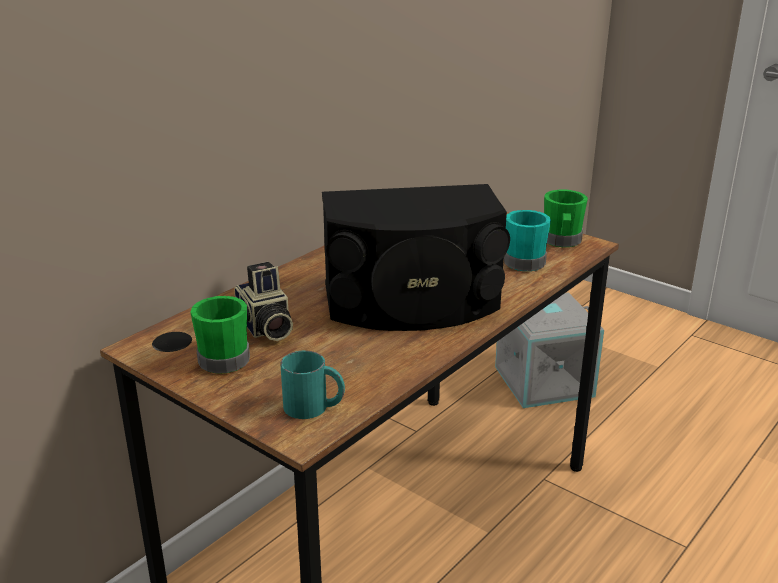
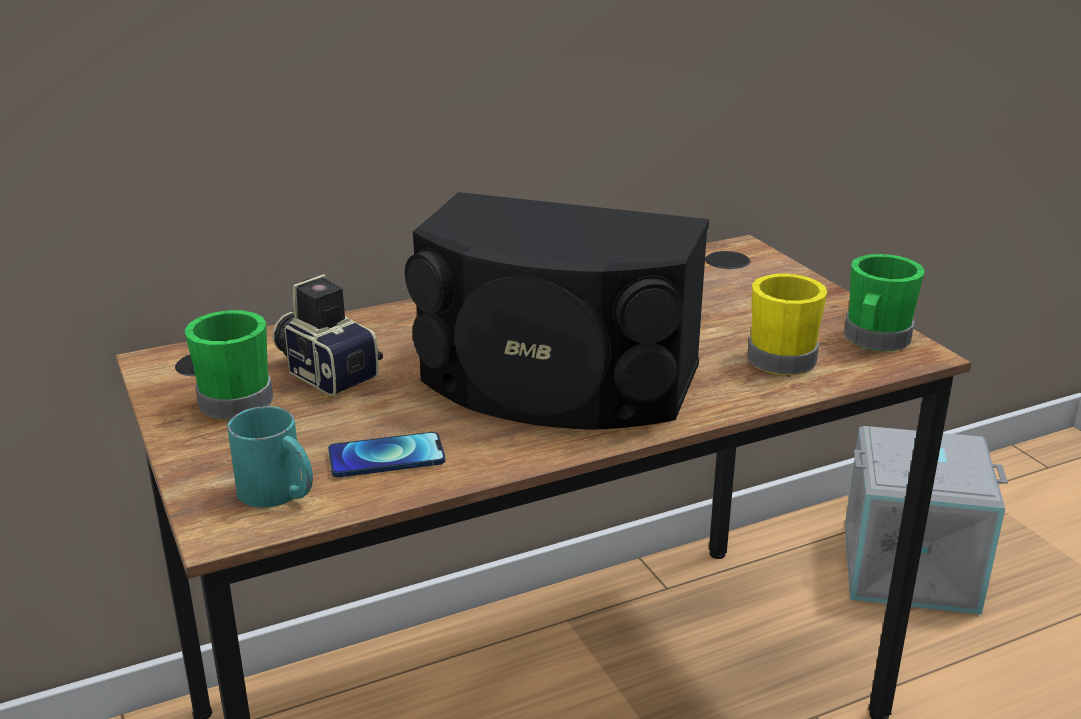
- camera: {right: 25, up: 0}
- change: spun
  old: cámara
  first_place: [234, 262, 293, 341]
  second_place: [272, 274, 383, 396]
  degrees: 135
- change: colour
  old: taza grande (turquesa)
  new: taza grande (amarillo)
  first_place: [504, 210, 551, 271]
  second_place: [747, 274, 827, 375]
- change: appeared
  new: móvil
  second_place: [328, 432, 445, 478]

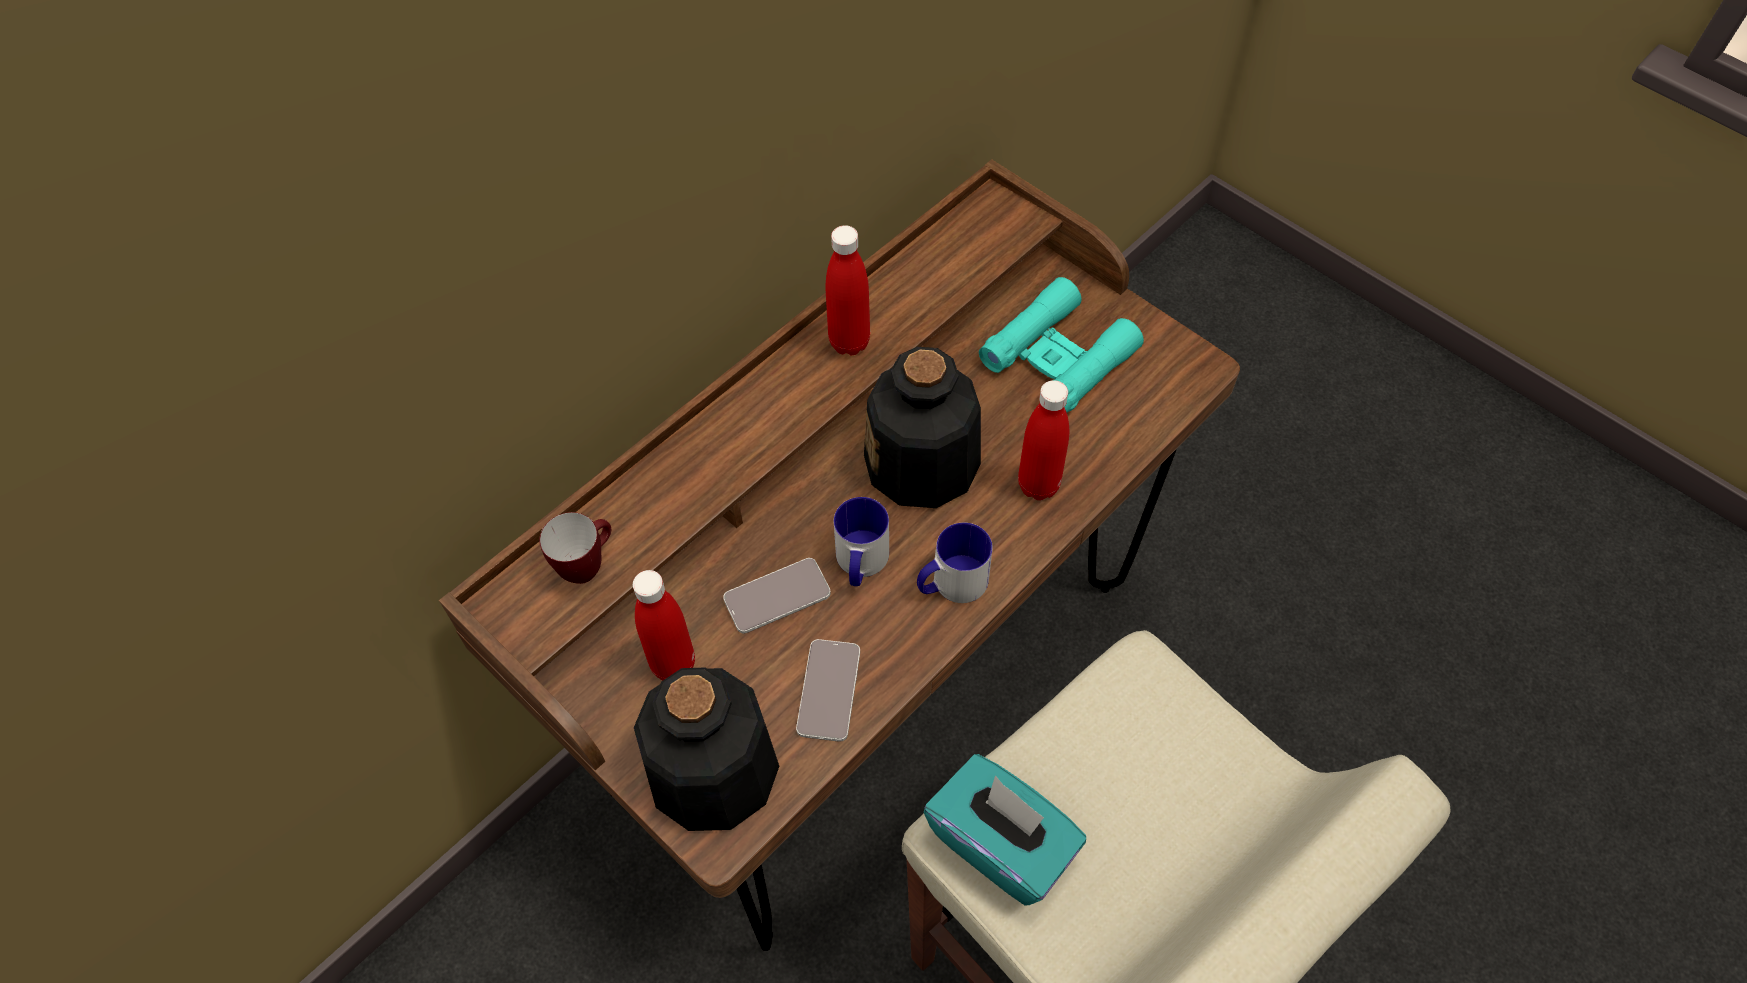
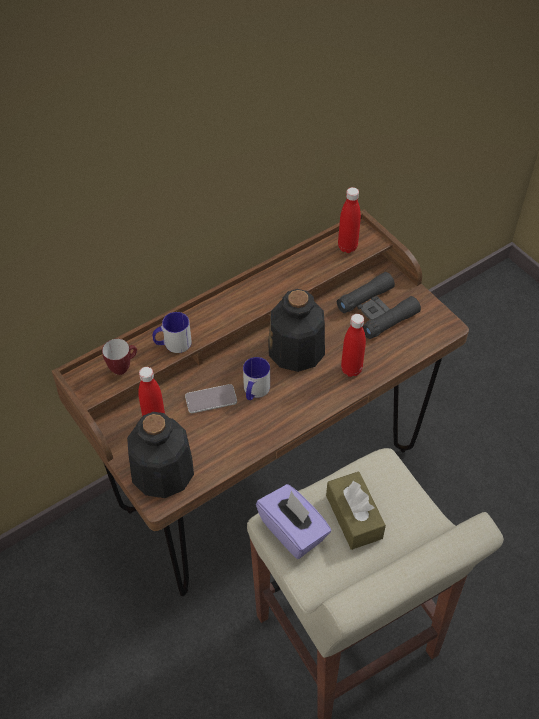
- camera: {right: 10, up: -5}
- change: missing
  old: móvil
  first_place: [796, 639, 860, 742]
- change: relocated
  old: botella (rojo)
  first_place: [825, 225, 870, 355]
  second_place: [338, 187, 361, 253]
- change: relocated
  old: taza grande
  first_place: [917, 522, 993, 603]
  second_place: [153, 312, 192, 353]
- change: colour
  old: caja de pañuelos (turquesa)
  new: caja de pañuelos (morado)
  first_place: [924, 754, 1086, 906]
  second_place: [256, 484, 331, 559]
- change: colour
  old: prismáticos (turquesa)
  new: prismáticos (negro)
  first_place: [979, 277, 1144, 413]
  second_place: [337, 272, 421, 339]
- change: appeared
  new: caja de pañuelos (marrón)
  second_place: [326, 472, 386, 550]

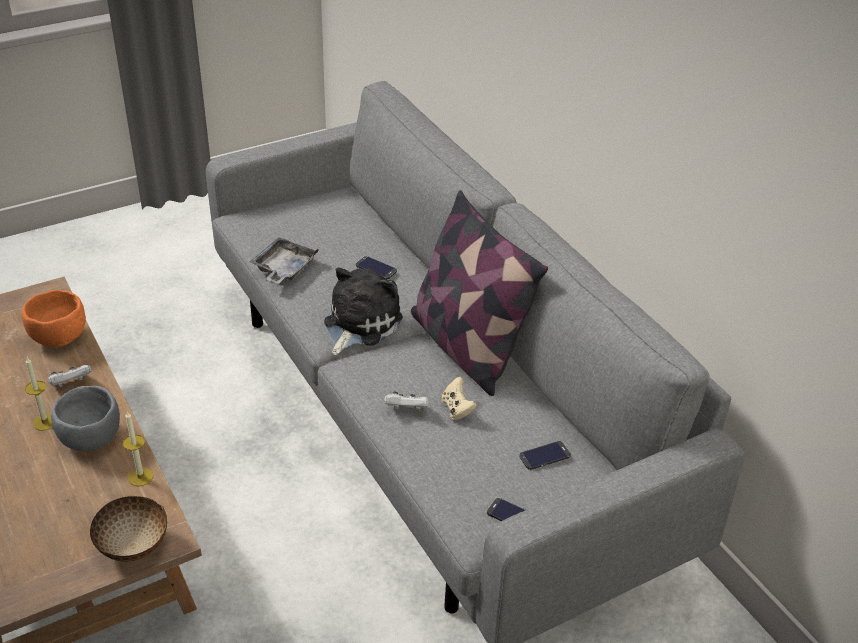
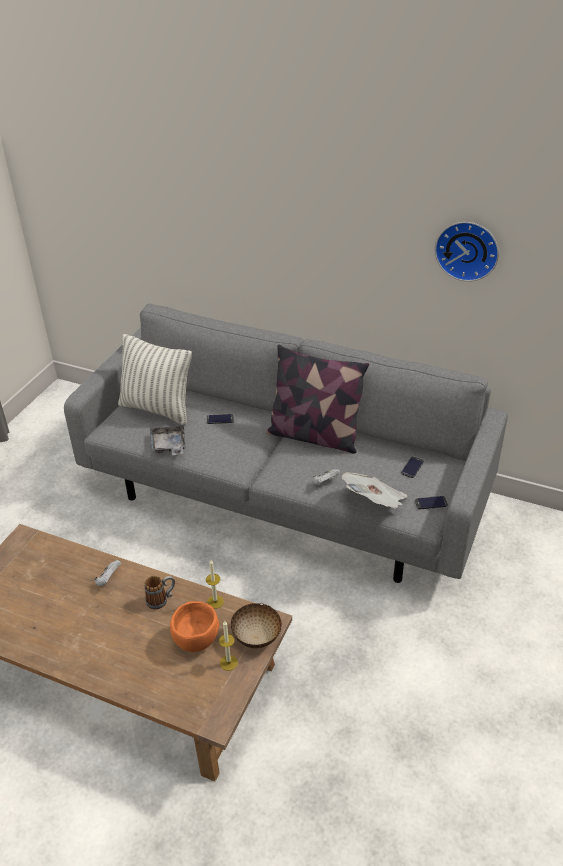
- camera: {right: -35, up: 0}
- change: relocated
  old: cuenco (naranja)
  first_place: [22, 290, 86, 347]
  second_place: [170, 601, 219, 652]
- change: relocated
  old: vela
  first_place: [25, 357, 52, 431]
  second_place: [219, 621, 238, 671]
- change: exchanged
  old: cuenco (gris)
  new: taza grande
  first_place: [51, 386, 120, 451]
  second_place: [144, 576, 175, 609]
- change: missing
  old: peluche
  first_place: [324, 267, 403, 355]
- change: missing
  old: mando de consola (beis)
  first_place: [442, 377, 477, 420]
- change: appeared
  new: cojín
  second_place: [118, 334, 192, 425]
- change: appeared
  new: periódico
  second_place: [342, 472, 407, 508]
- change: appeared
  new: reloj de pared
  second_place: [435, 222, 499, 282]

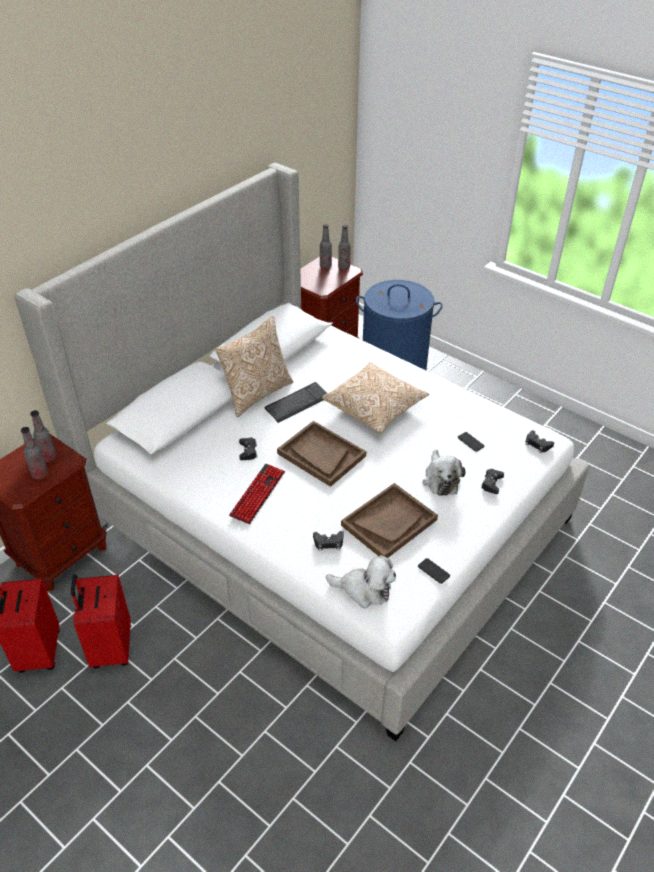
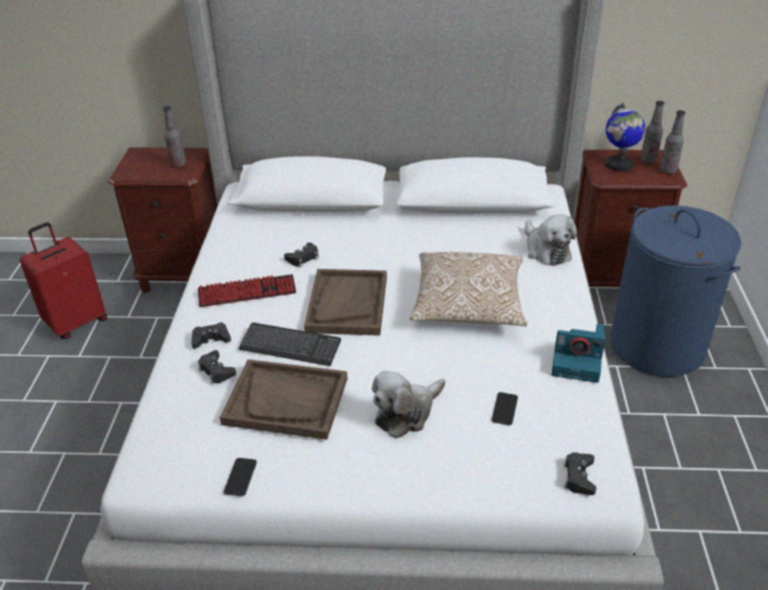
- camera: {right: 55, up: -5}
- change: missing
  old: botella
  first_place: [21, 427, 48, 480]
- change: missing
  old: maleta (rojo)
  first_place: [71, 575, 131, 669]
- change: missing
  old: cojín
  first_place: [215, 316, 293, 417]
- change: relocated
  old: teclado
  first_place: [265, 382, 327, 423]
  second_place: [239, 323, 341, 366]
- change: relocated
  old: peluche
  first_place: [326, 555, 396, 608]
  second_place: [525, 214, 577, 266]
- change: relocated
  old: mando de consola (negro)
  first_place: [481, 469, 504, 494]
  second_place: [191, 322, 231, 348]
- change: appeared
  new: cámara
  second_place: [552, 323, 605, 383]
- change: appeared
  new: globo terráqueo
  second_place: [606, 103, 645, 172]

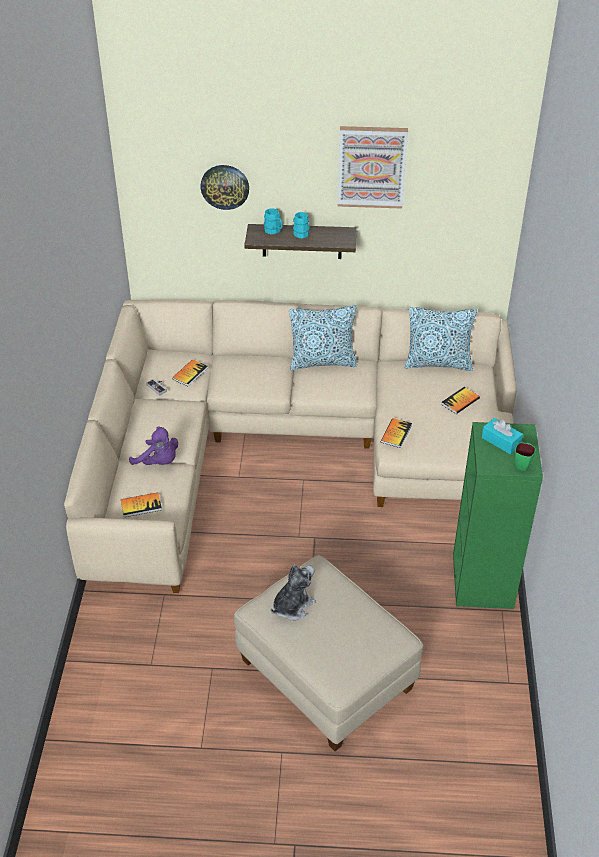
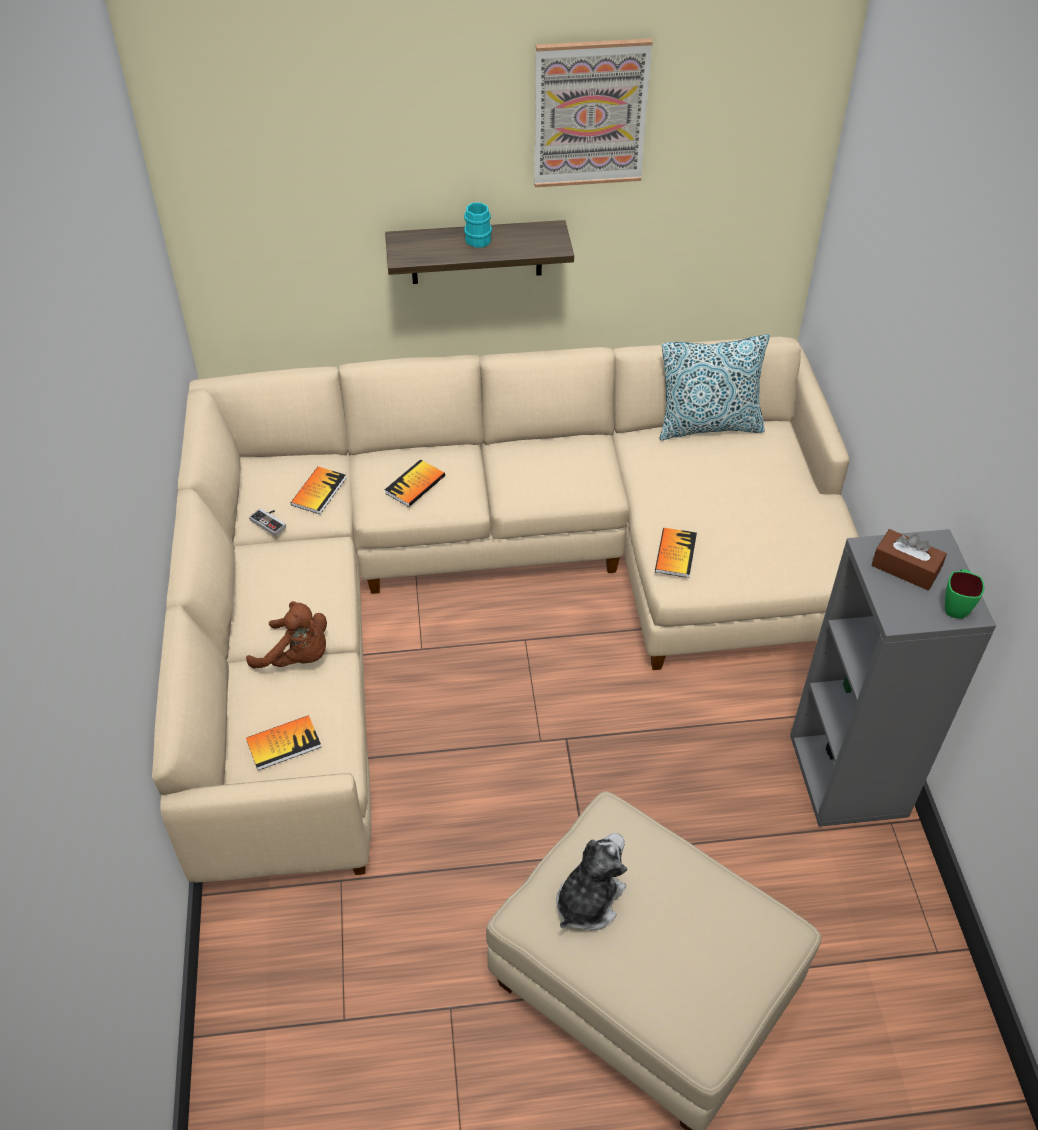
- camera: {right: -10, up: 5}
- change: colour
  old: peluche (morado)
  new: peluche (marrón)
  first_place: [129, 426, 178, 465]
  second_place: [246, 601, 327, 668]
- change: missing
  old: reloj de pared
  first_place: [200, 165, 249, 210]
- change: missing
  old: taza grande (turquesa)
  first_place: [264, 208, 283, 234]
- change: missing
  old: cojín
  first_place: [289, 305, 357, 370]
- change: relocated
  old: libro
  first_place: [441, 387, 480, 414]
  second_place: [385, 459, 445, 507]
- change: colour
  old: estantería (verde)
  new: estantería (gris)
  first_place: [453, 422, 543, 609]
  second_place: [790, 529, 996, 827]
- change: colour
  old: caja de pañuelos (turquesa)
  new: caja de pañuelos (marrón)
  first_place: [482, 418, 523, 454]
  second_place: [872, 529, 947, 590]

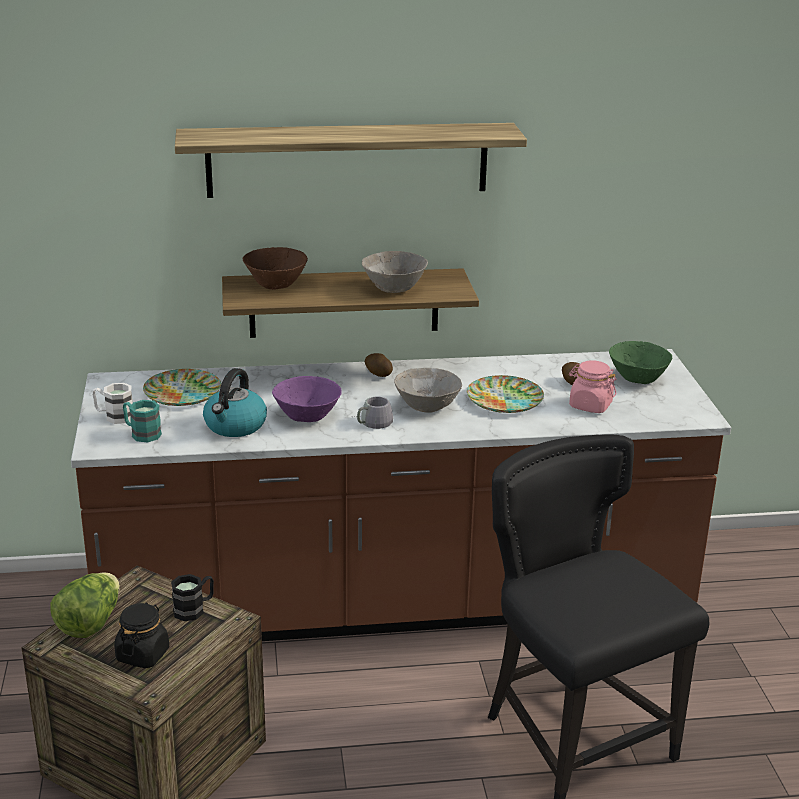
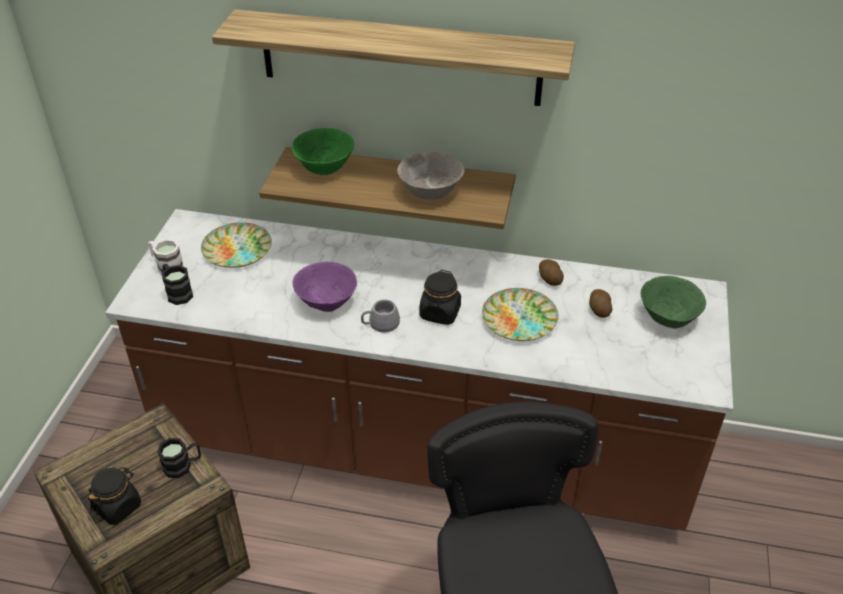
- camera: {right: 20, up: 15}
- change: missing
  old: lechuga
  first_place: [51, 572, 120, 638]
- change: colour
  old: taza grande (turquesa)
  new: taza grande (negro)
  first_place: [123, 400, 162, 442]
  second_place: [162, 264, 193, 305]
- change: missing
  old: hervidor
  first_place: [203, 368, 267, 437]
- change: colour
  old: cuenco (marrón)
  new: cuenco (verde)
  first_place: [243, 247, 308, 290]
  second_place: [292, 128, 354, 175]
- change: relocated
  old: patata
  first_place: [365, 353, 393, 377]
  second_place: [539, 260, 564, 286]
- change: exchanged
  old: cuenco (gris)
  new: tarro (negro)
  first_place: [394, 368, 462, 413]
  second_place: [419, 270, 461, 325]
- change: missing
  old: tarro (rosa)
  first_place: [569, 360, 616, 413]

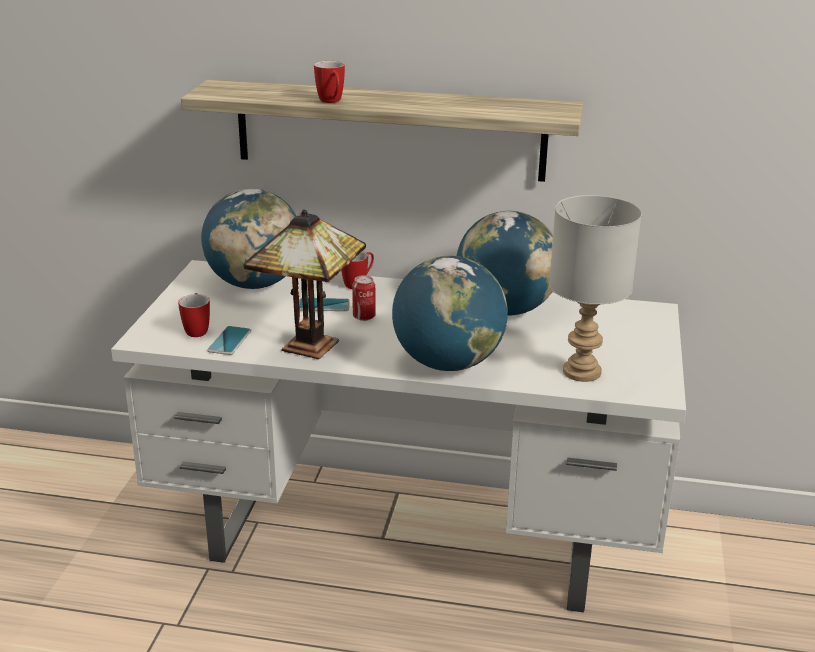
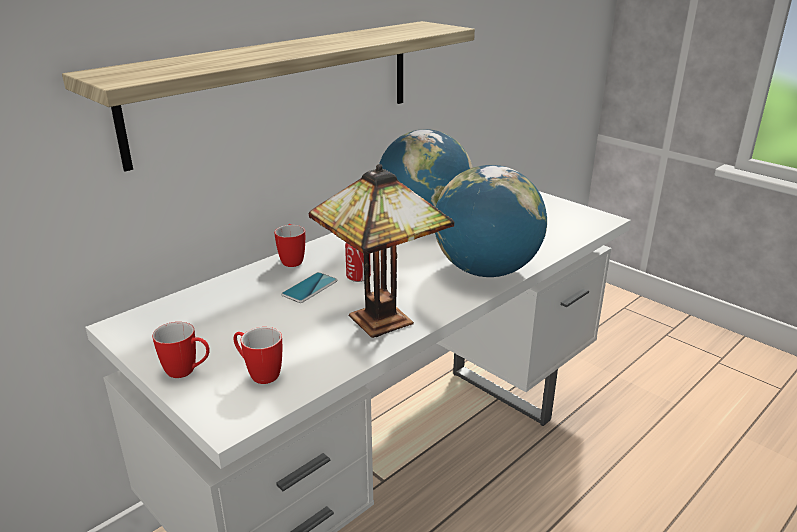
- camera: {right: -55, up: 0}
- change: missing
  old: globo terráqueo
  first_place: [201, 188, 296, 289]
- change: missing
  old: móvil
  first_place: [207, 326, 251, 355]
- change: relocated
  old: taza grande
  first_place: [314, 61, 345, 103]
  second_place: [152, 322, 210, 378]
- change: missing
  old: lámpara de mesa (gris)
  first_place: [549, 195, 642, 382]

